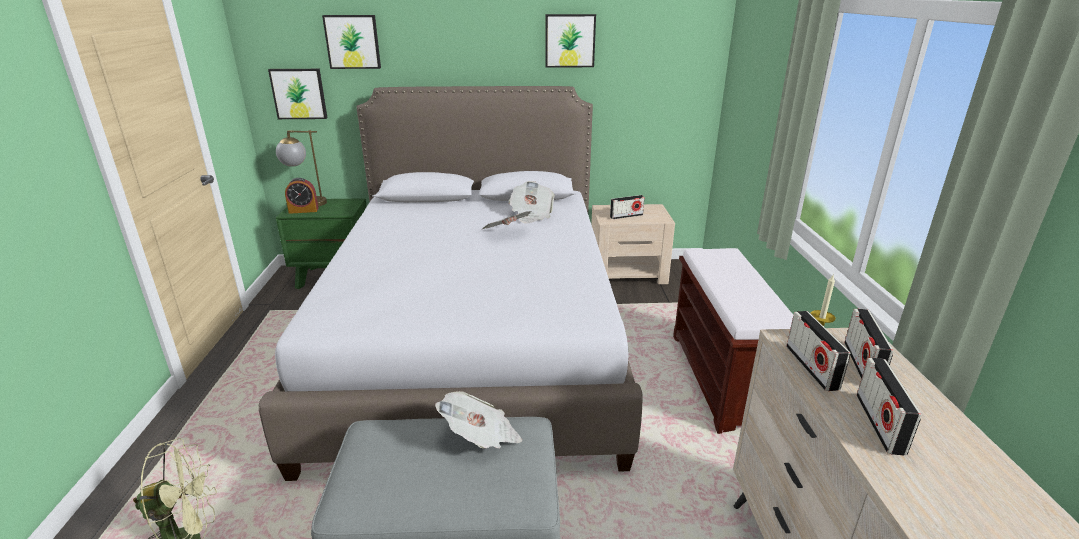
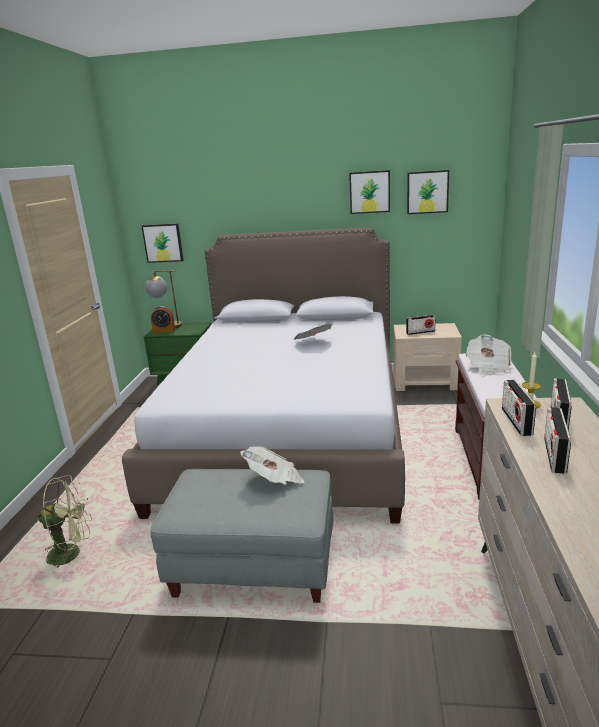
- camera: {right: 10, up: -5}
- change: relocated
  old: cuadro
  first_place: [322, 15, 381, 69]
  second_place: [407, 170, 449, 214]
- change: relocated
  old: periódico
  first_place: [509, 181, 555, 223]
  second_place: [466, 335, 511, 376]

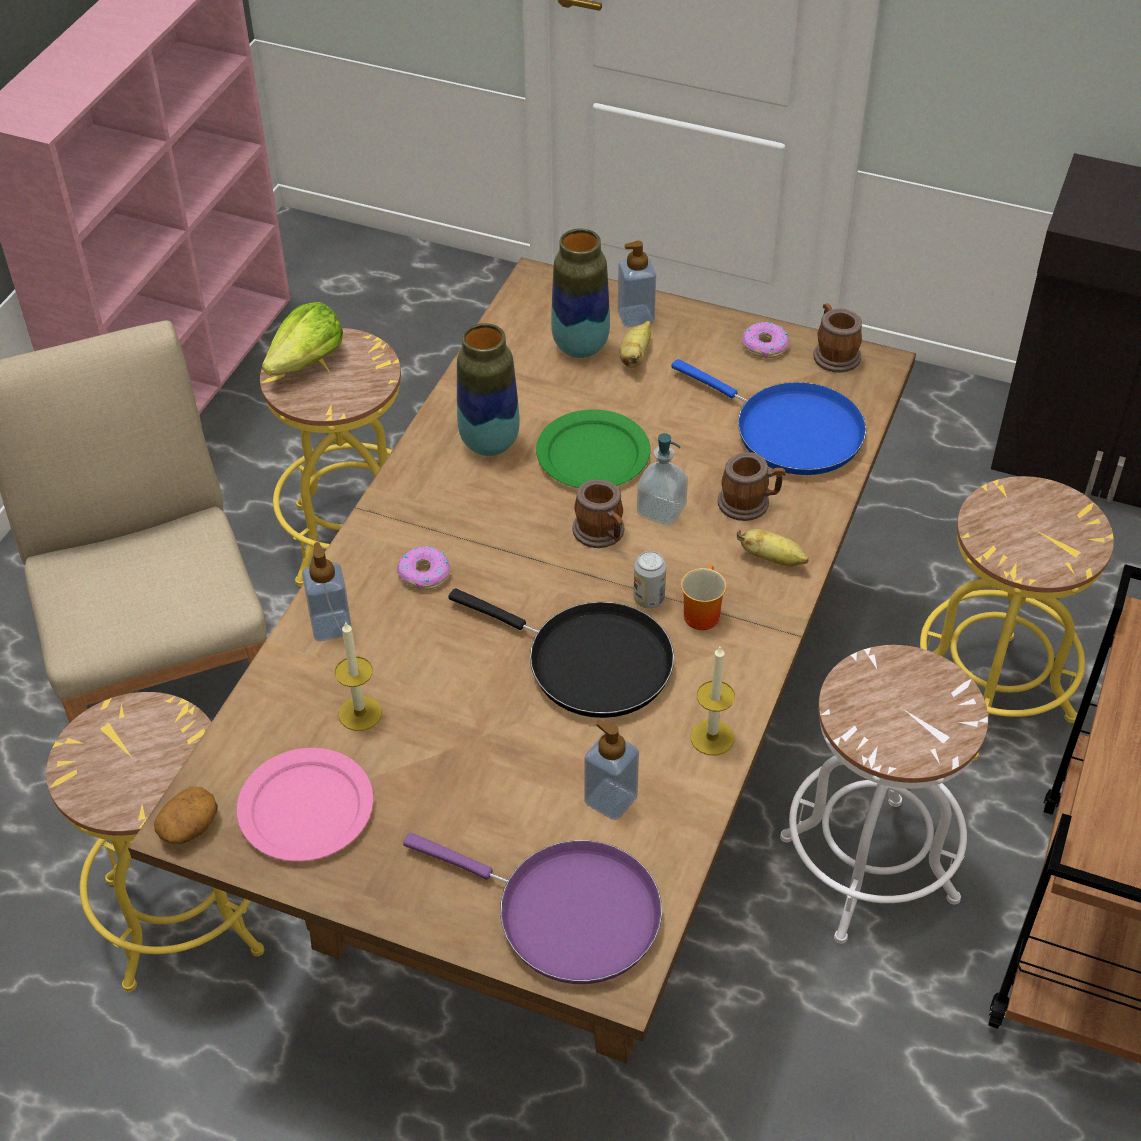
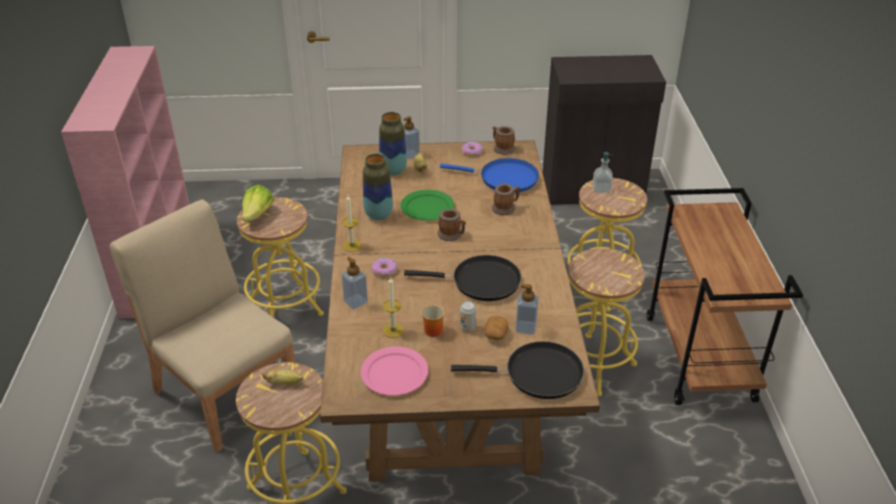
- camera: {right: -25, up: -10}
- change: relocated
  old: patata
  first_place: [154, 787, 218, 844]
  second_place: [484, 316, 509, 340]
- change: colour
  old: sartén (morado)
  new: sartén (negro)
  first_place: [403, 833, 662, 984]
  second_place: [451, 341, 584, 399]
- change: relocated
  old: lata
  first_place: [634, 551, 666, 608]
  second_place: [460, 301, 476, 332]
- change: relocated
  old: dispensador de jabón
  first_place: [637, 433, 688, 526]
  second_place: [593, 152, 613, 193]
- change: relocated
  old: taza grande
  first_place: [681, 565, 727, 630]
  second_place: [421, 304, 445, 337]
- change: relocated
  old: vela
  first_place: [690, 645, 735, 755]
  second_place: [342, 196, 362, 252]
- change: relocated
  old: plátano
  first_place: [737, 529, 809, 567]
  second_place: [262, 370, 304, 385]
- change: colour
  old: taburete (blanco)
  new: taburete (amarillo)
  first_place: [780, 645, 988, 943]
  second_place: [568, 248, 645, 396]

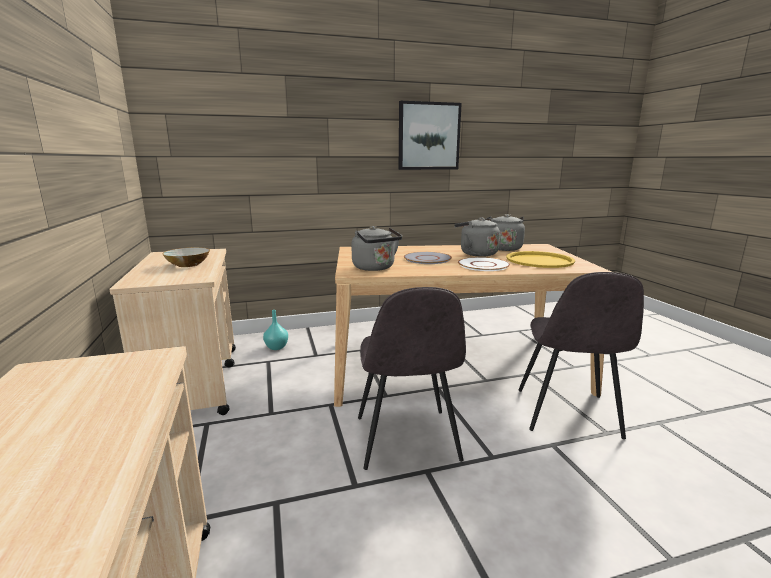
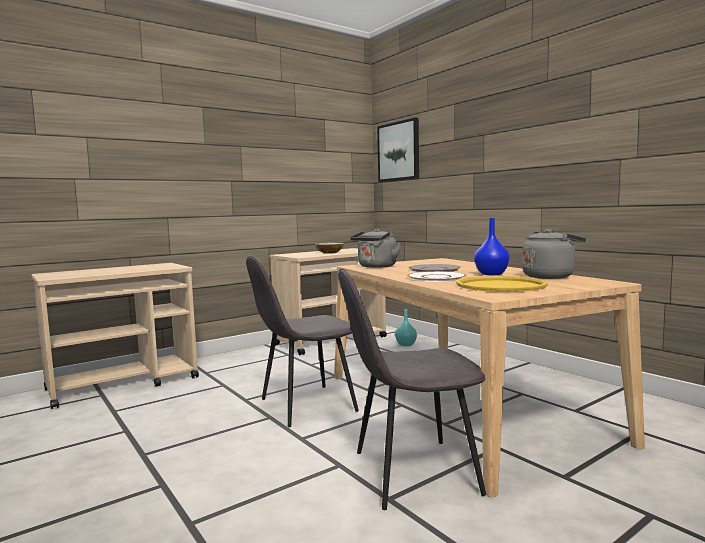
- camera: {right: 70, up: -10}
- change: relocated
  old: cuadro
  first_place: [399, 101, 462, 170]
  second_place: [377, 117, 419, 182]
- change: exchanged
  old: hervidor (gris)
  new: florero (azul)
  first_place: [454, 217, 500, 256]
  second_place: [474, 218, 510, 275]

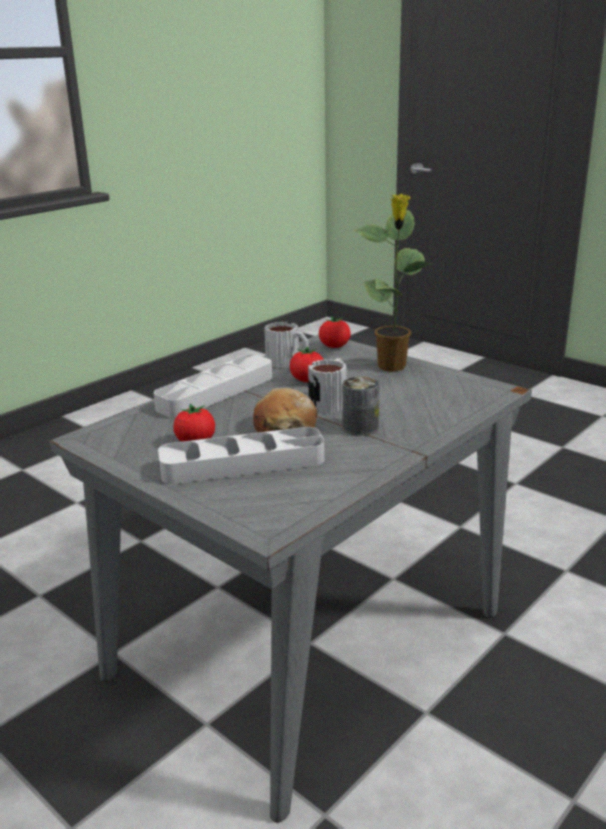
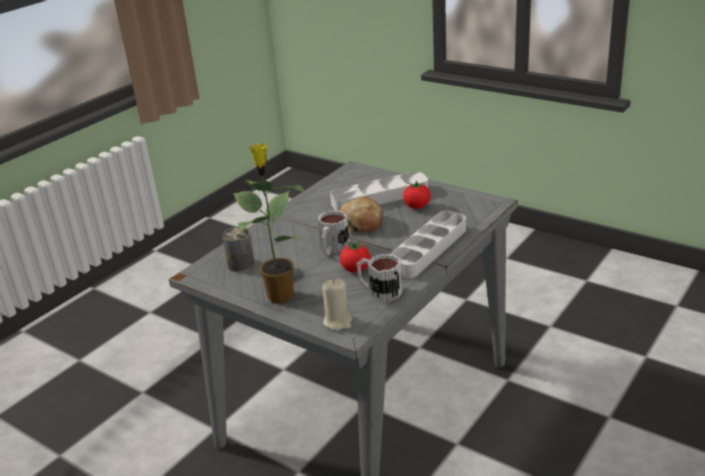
- camera: {right: 175, up: 5}
- change: exchanged
  old: tomate
  new: vela (beis)
  first_place: [319, 316, 351, 348]
  second_place: [322, 278, 352, 331]
- change: relocated
  old: lata
  first_place: [342, 376, 380, 436]
  second_place: [222, 227, 255, 272]

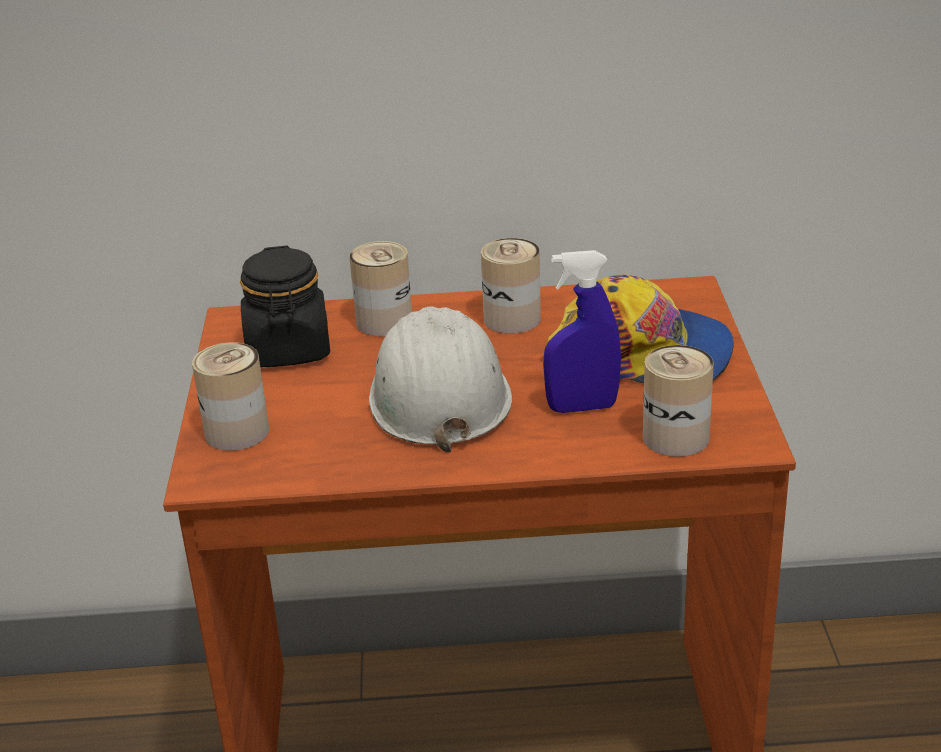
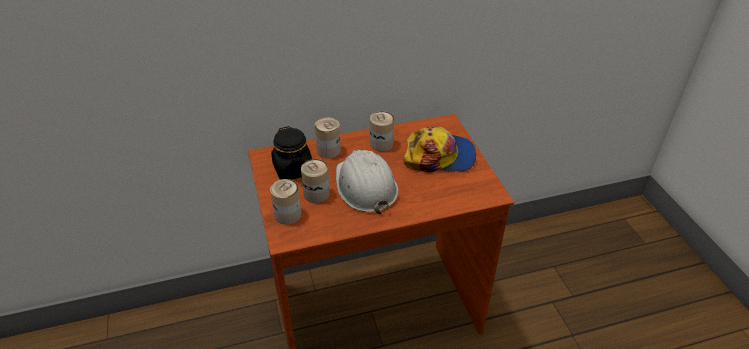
- camera: {right: -15, up: 10}
- change: missing
  old: pulverizador (azul)
  first_place: [543, 250, 621, 413]
- change: relocated
  old: lata
  first_place: [643, 345, 714, 457]
  second_place: [301, 159, 330, 203]

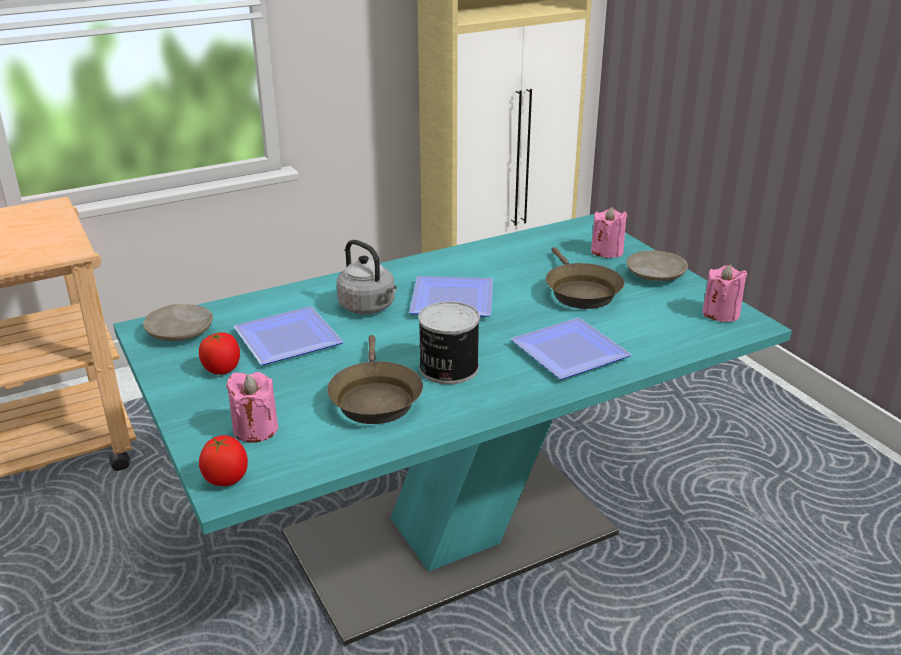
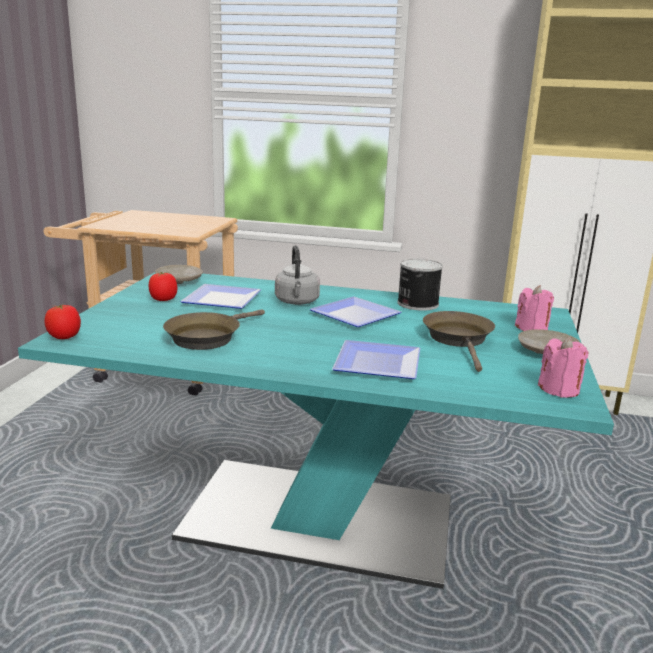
- camera: {right: 40, up: -10}
- change: missing
  old: vela (rosa)
  first_place: [226, 372, 278, 443]
- change: relocated
  old: lata
  first_place: [418, 301, 480, 384]
  second_place: [397, 258, 443, 311]
- change: spun
  old: sartén (marrón)
  first_place: [546, 247, 625, 309]
  second_place: [423, 311, 495, 372]
  degrees: 150

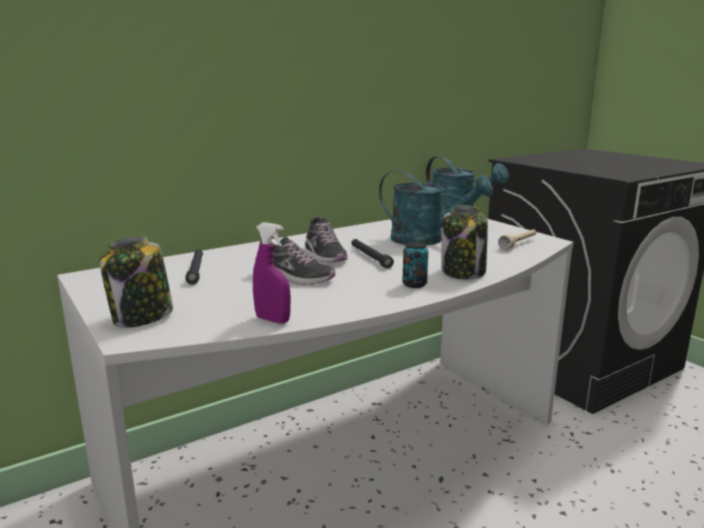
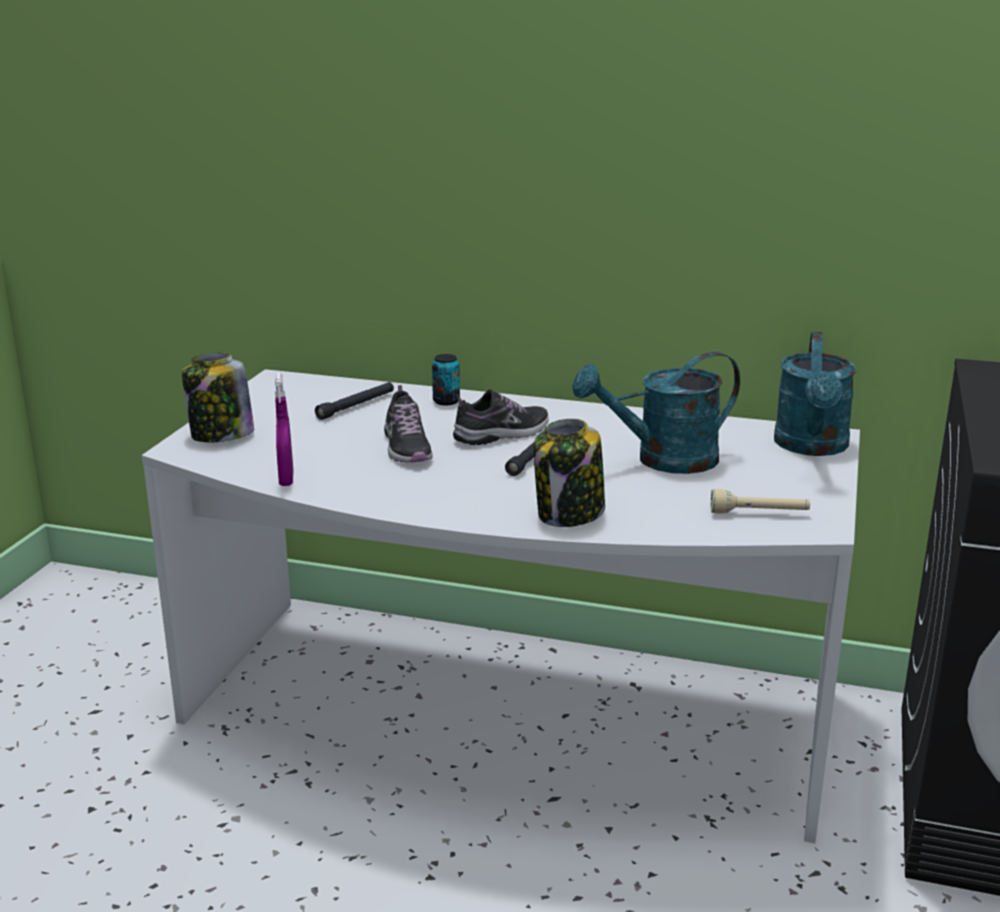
- camera: {right: 50, up: 5}
- change: spun
  old: zapato
  first_place: [305, 213, 348, 262]
  second_place: [453, 389, 549, 445]
  degrees: -150
- change: spun
  old: regadera (turquesa)
  first_place: [379, 170, 493, 246]
  second_place: [572, 352, 740, 474]
  degrees: 90
- change: relocated
  old: lata
  first_place: [403, 242, 429, 288]
  second_place: [432, 354, 460, 406]

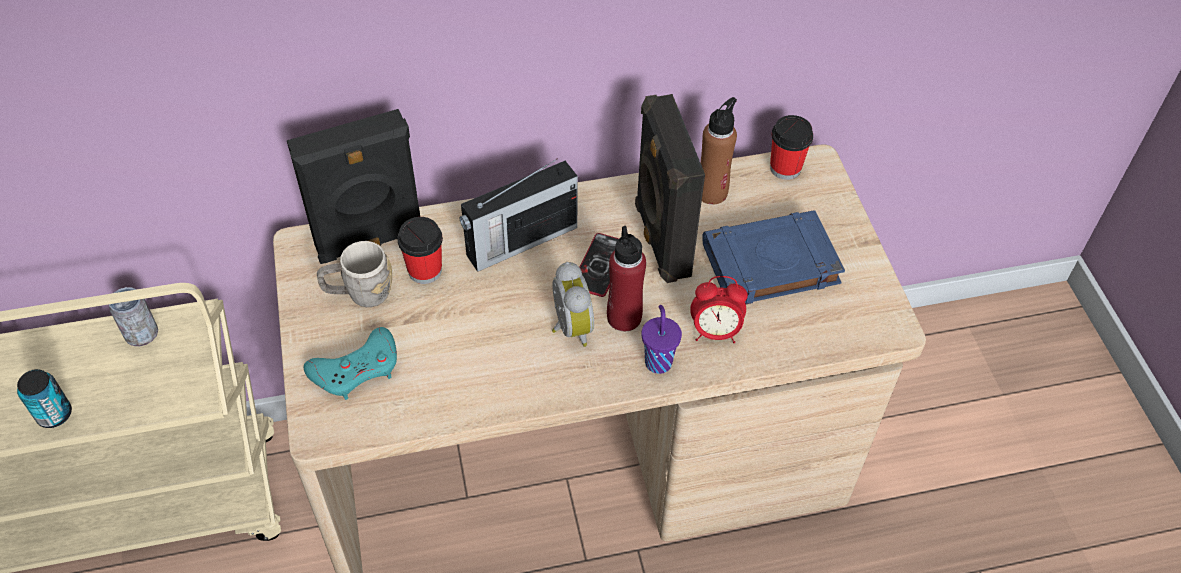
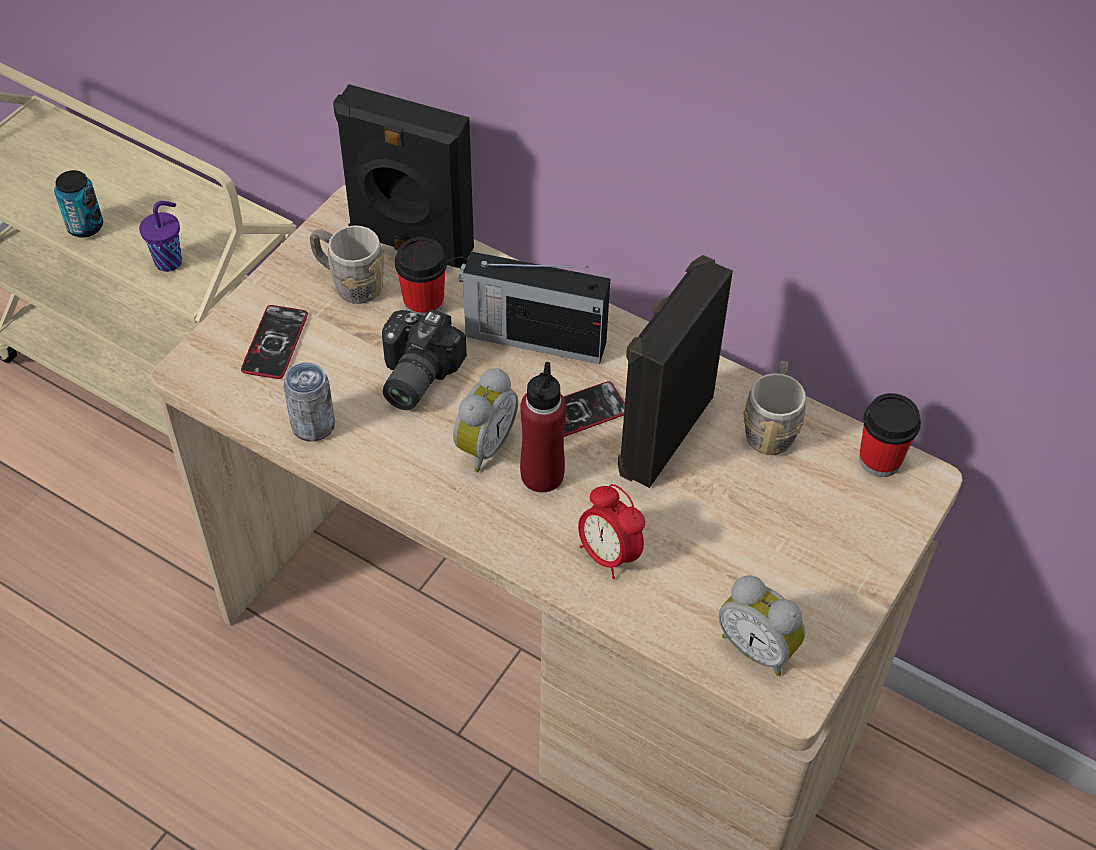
- camera: {right: 45, up: 0}
- change: relocated
  old: lata
  first_place: [109, 287, 158, 346]
  second_place: [283, 362, 335, 442]
- change: exchanged
  old: mando de consola (turquesa)
  new: móvil
  first_place: [304, 327, 397, 400]
  second_place: [241, 305, 308, 379]
- change: relocated
  old: taza (morado)
  first_place: [641, 305, 682, 374]
  second_place: [139, 201, 182, 272]
- change: exchanged
  old: botella (marrón)
  new: taza grande (gris)
  first_place: [700, 97, 737, 205]
  second_place: [743, 361, 806, 455]
- change: missing
  old: libro (azul)
  first_place: [702, 210, 845, 304]
- change: appeared
  new: cámara
  second_place: [382, 309, 467, 410]
- change: appeared
  new: despertador
  second_place: [719, 575, 805, 676]

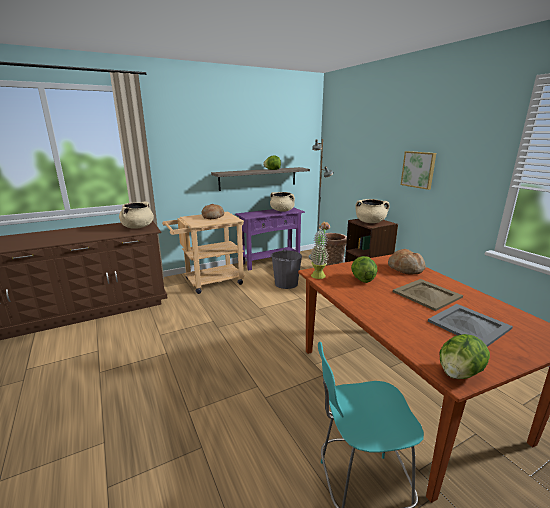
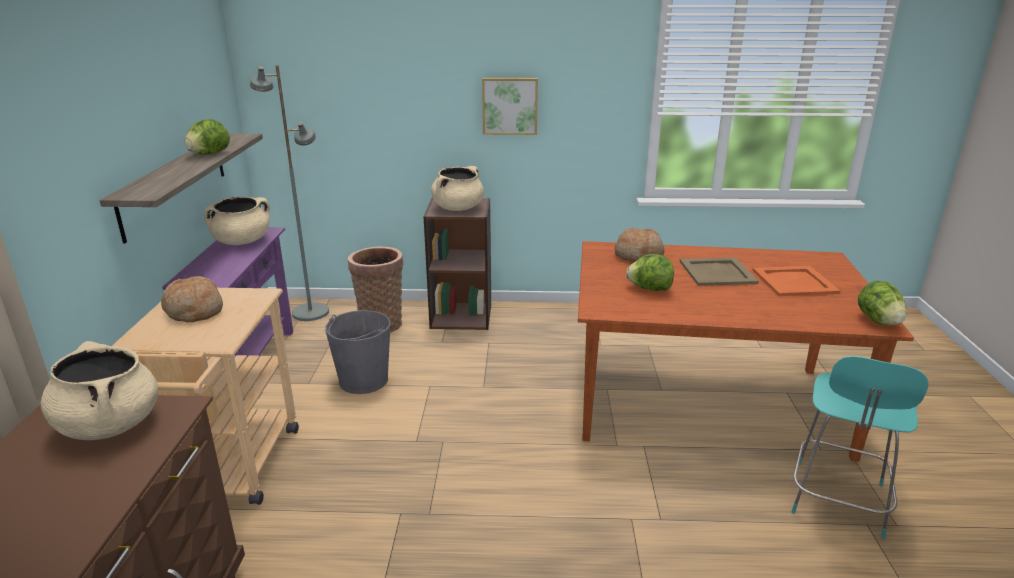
- camera: {right: -60, up: 5}
- change: missing
  old: planta en maceta
  first_place: [310, 222, 330, 279]
- change: colour
  old: bandeja (gris)
  new: bandeja (naranja)
  first_place: [428, 304, 513, 347]
  second_place: [752, 266, 840, 296]

